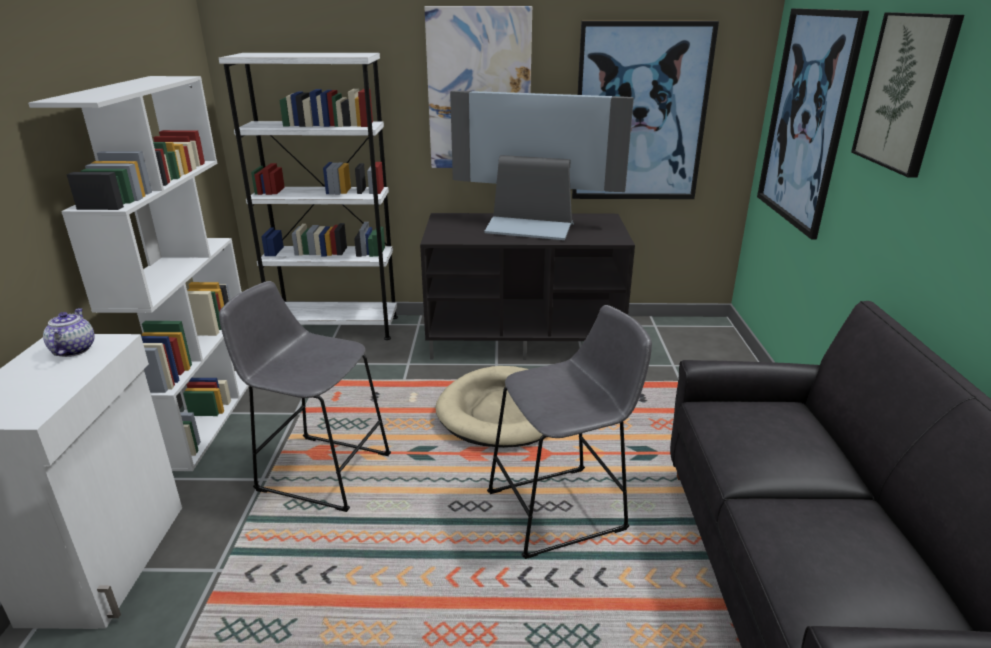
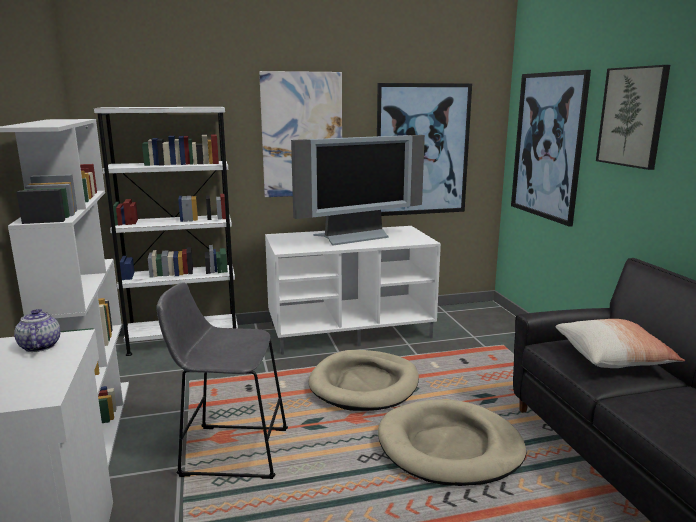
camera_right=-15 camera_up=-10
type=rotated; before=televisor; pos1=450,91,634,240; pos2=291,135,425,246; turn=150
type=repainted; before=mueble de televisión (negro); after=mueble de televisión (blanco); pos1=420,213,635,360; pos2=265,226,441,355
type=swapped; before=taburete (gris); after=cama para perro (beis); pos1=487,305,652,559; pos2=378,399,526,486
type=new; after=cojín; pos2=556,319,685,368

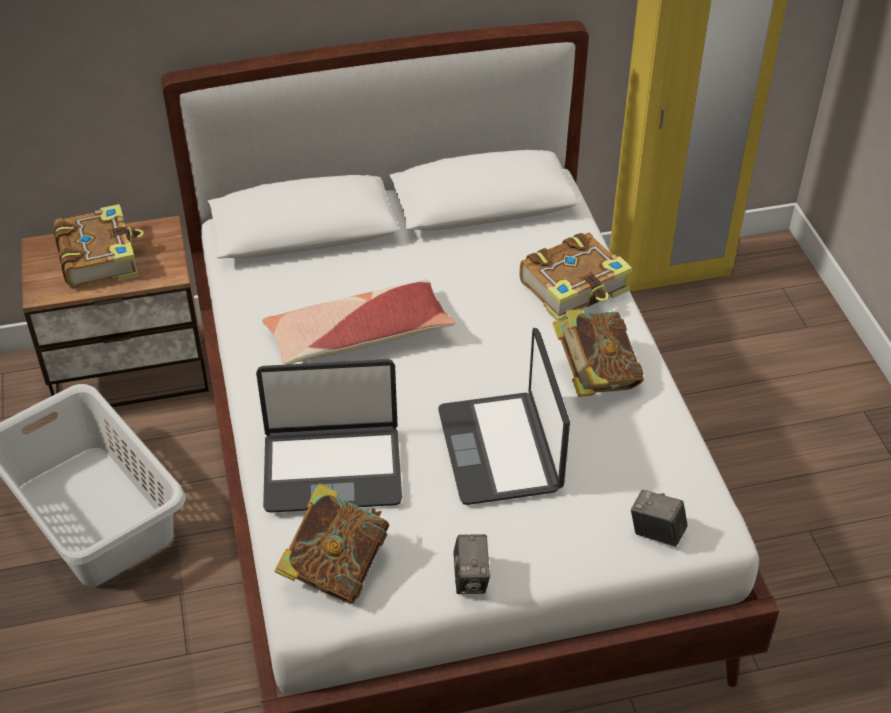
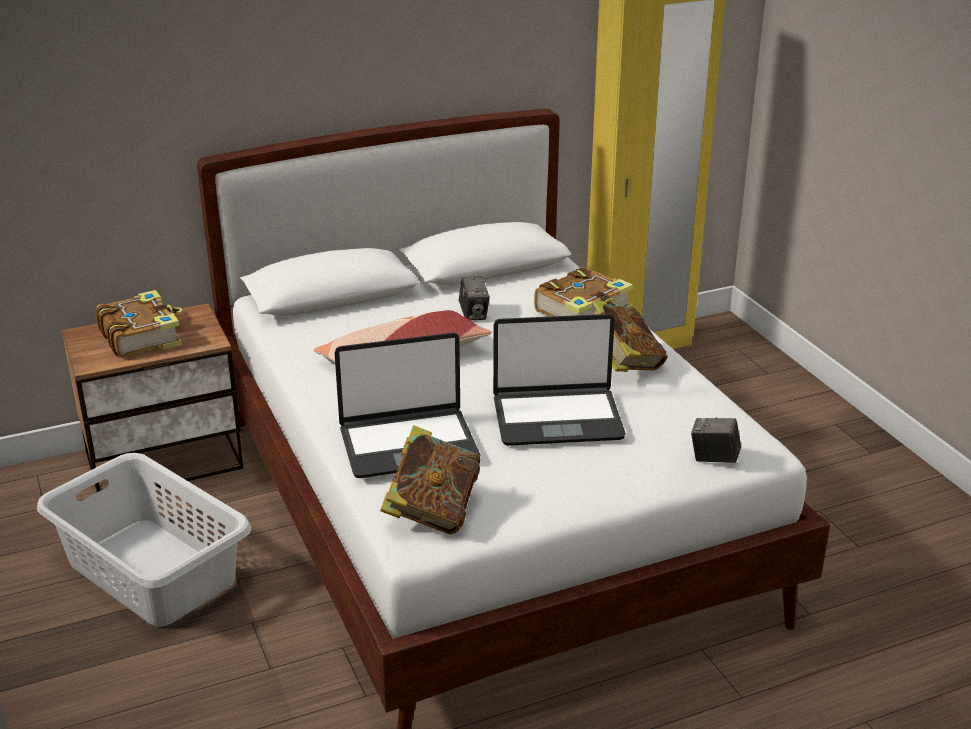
camera_right=-10 camera_up=-15
type=rotated; before=portátil; pos1=438,328,570,505; pos2=493,314,626,446; turn=-75
type=shifted; before=cámara; pos1=453,535,490,595; pos2=459,277,490,320

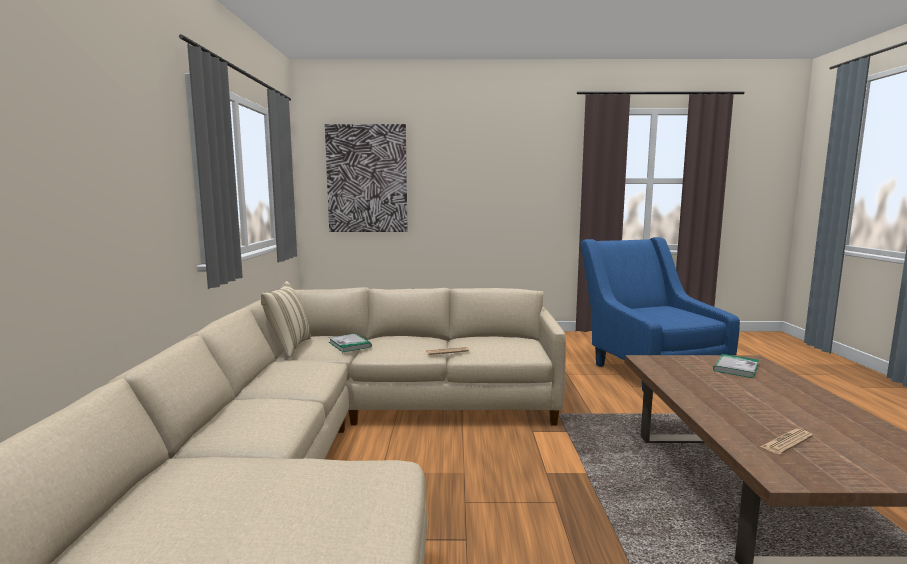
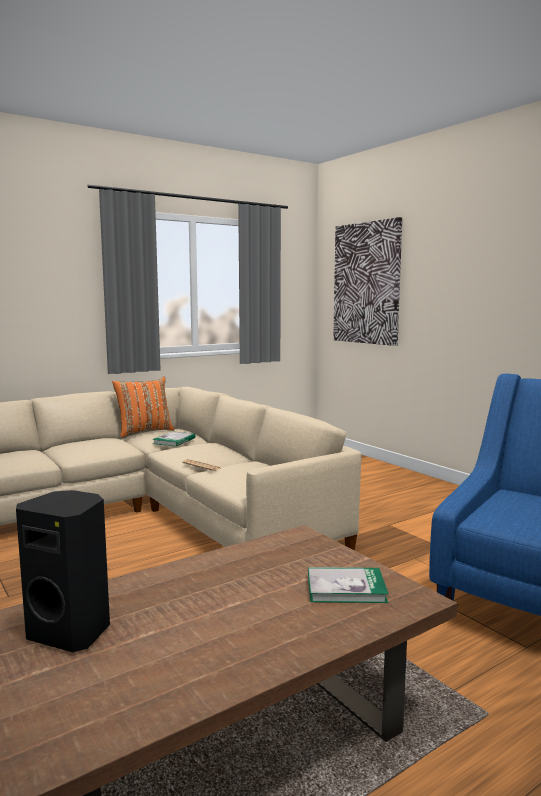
camera_right=55 camera_up=0
type=repainted; before=cojín (beis); after=cojín (naranja); pos1=261,281,311,358; pos2=112,377,174,438
type=swapped; before=periódico; after=altavoz (negro); pos1=760,429,813,454; pos2=16,490,110,652

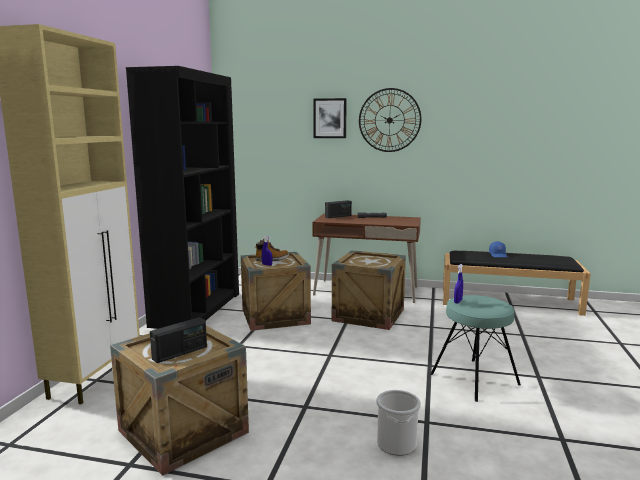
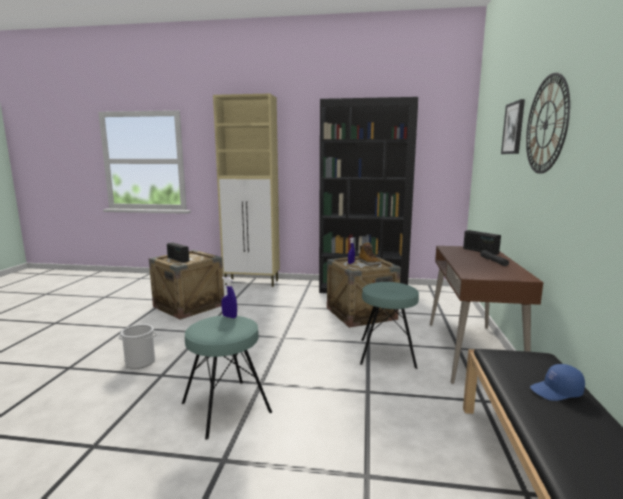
camera_right=85 camera_up=0
type=swapped; before=caja de embalaje; after=taburete (turquesa); pos1=332,250,406,330; pos2=360,282,419,369

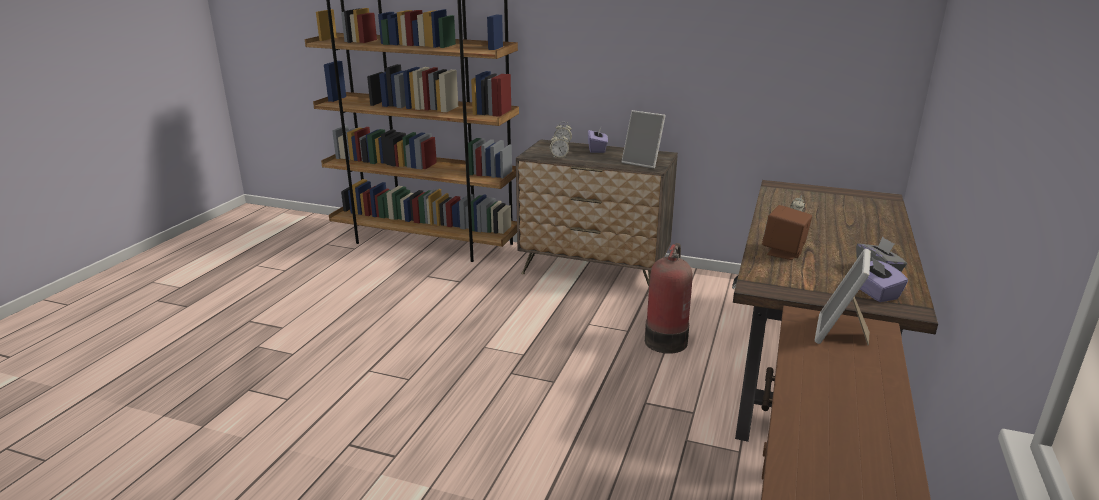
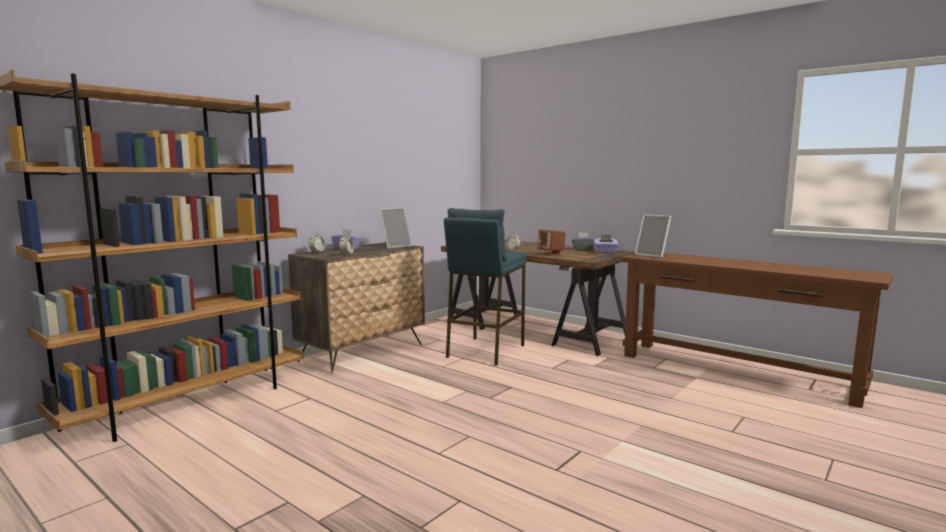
camera_right=-70 camera_up=-15
type=swapped; before=extintor; after=taburete (azul); pos1=645,243,692,354; pos2=444,208,527,366

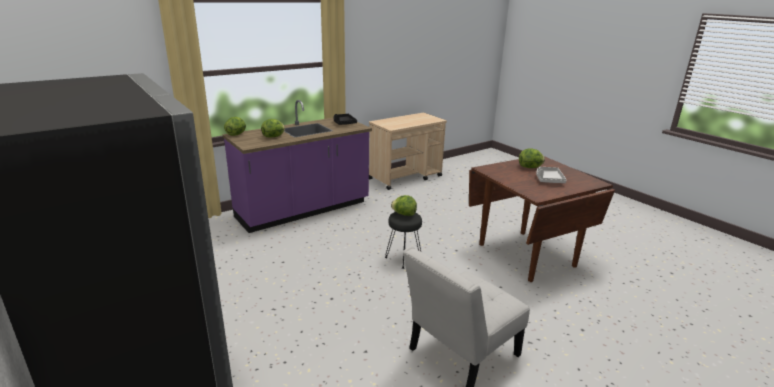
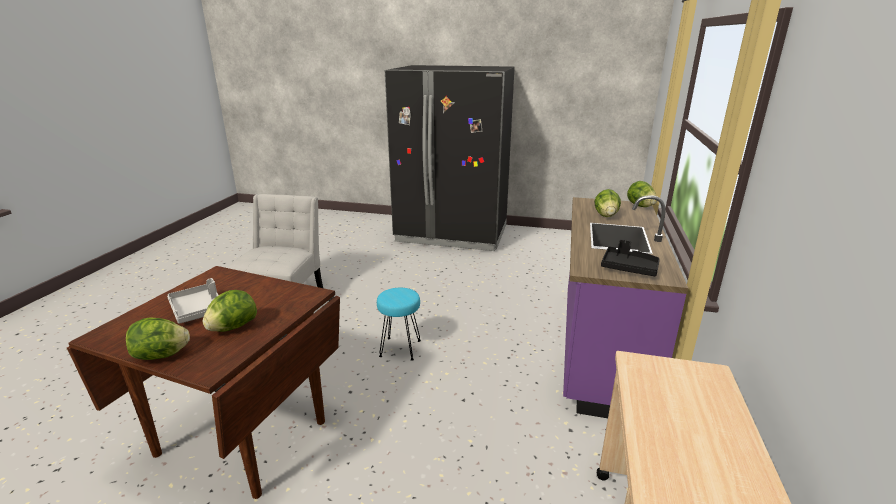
camera_right=140 camera_up=0
type=shifted; before=lechuga; pos1=391,195,417,216; pos2=126,317,190,360
type=repainted; before=taburete (negro); after=taburete (turquesa); pos1=385,212,422,269; pos2=377,288,421,361

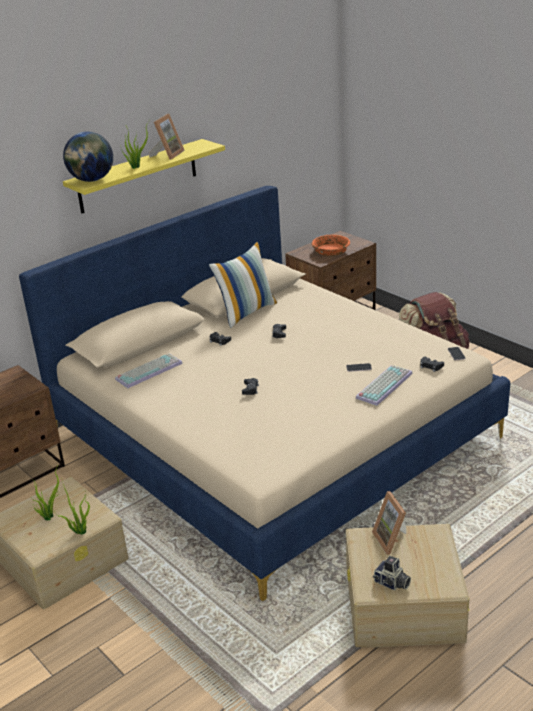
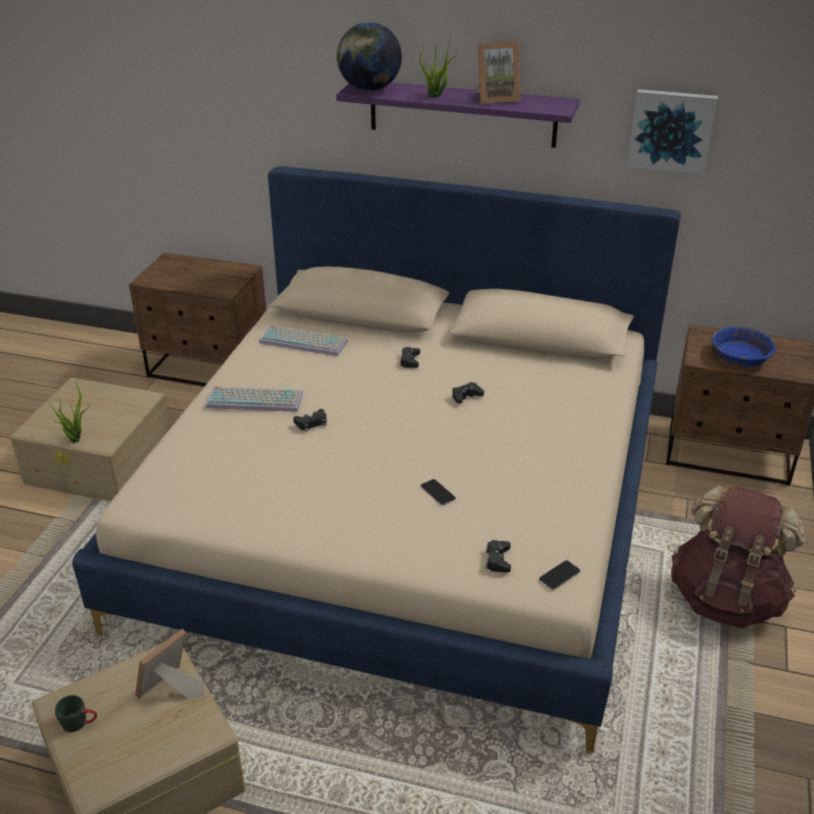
camera_right=55 camera_up=5
type=repainted; before=estante (amarillo); after=estante (morado); pos1=63,139,225,214; pos2=336,82,579,148
type=repainted; before=cuenco (naranja); after=cuenco (azul); pos1=312,235,350,256; pos2=712,327,776,367
type=gone; before=cojín; pos1=209,242,277,328
type=shifted; before=teclado; pos1=356,365,413,406; pos2=206,386,303,412
type=gone; before=planta en maceta; pos1=31,464,59,521
type=swapped; before=cámara; after=taza grande (verde); pos1=373,556,411,591; pos2=55,695,97,732
type=new; after=cuadro; pos2=627,89,718,175

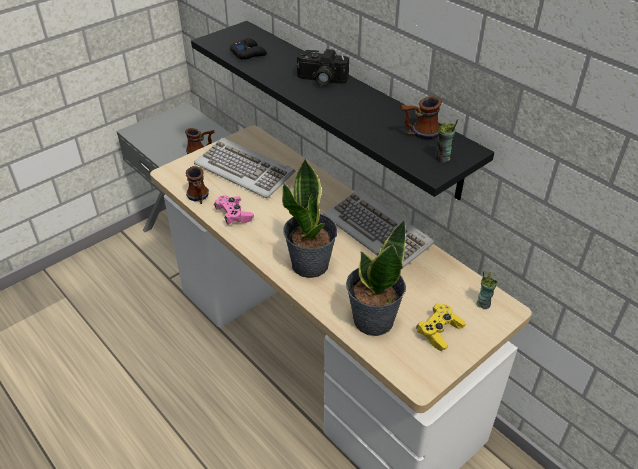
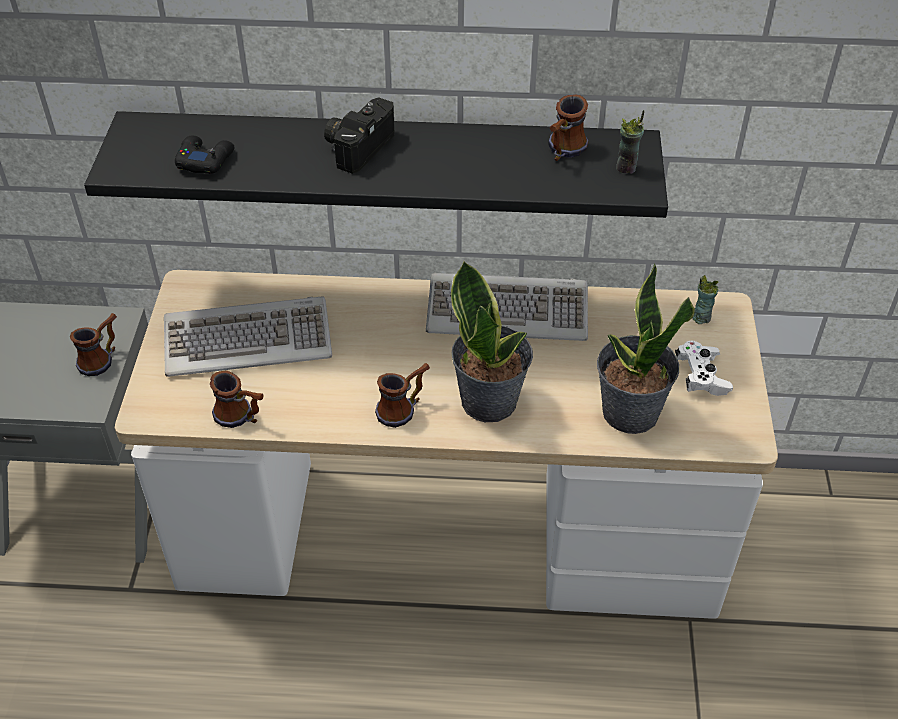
camera_right=-45 camera_up=5
type=rotated; before=cámara; pos1=297,49,349,86; pos2=324,97,395,174; turn=150
type=gone; before=mando de consola (rosa); pos1=214,195,254,225
type=repainted; before=mando de consola (amarillo); after=mando de consola (blanco); pos1=416,303,466,351; pos2=675,341,733,396
type=new; after=taza grande; pos2=375,363,430,428

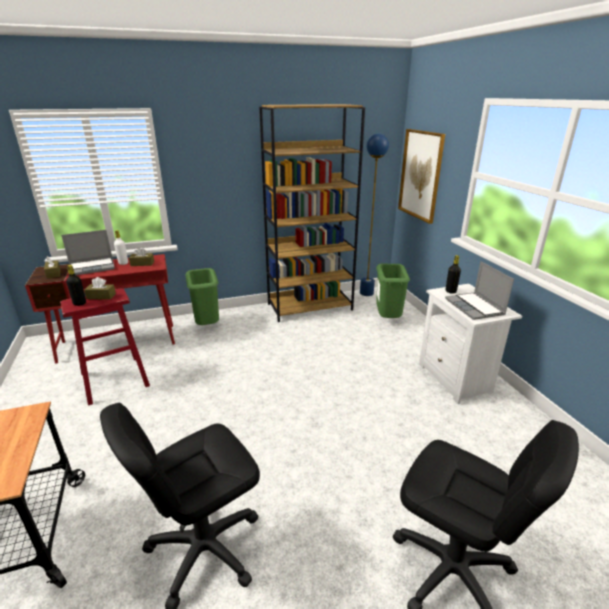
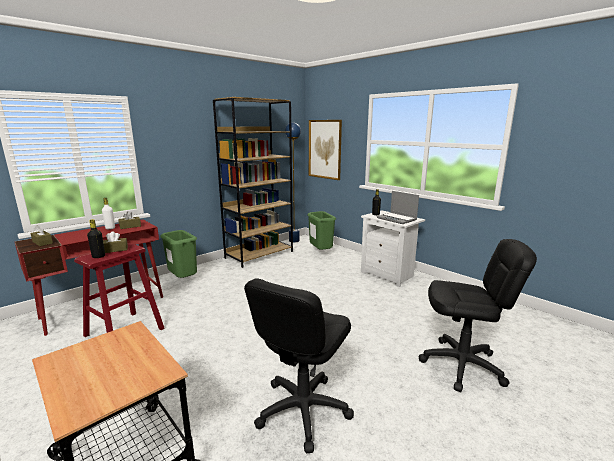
camera_right=-25 camera_up=-10
type=gone; before=portátil; pos1=61,230,115,275

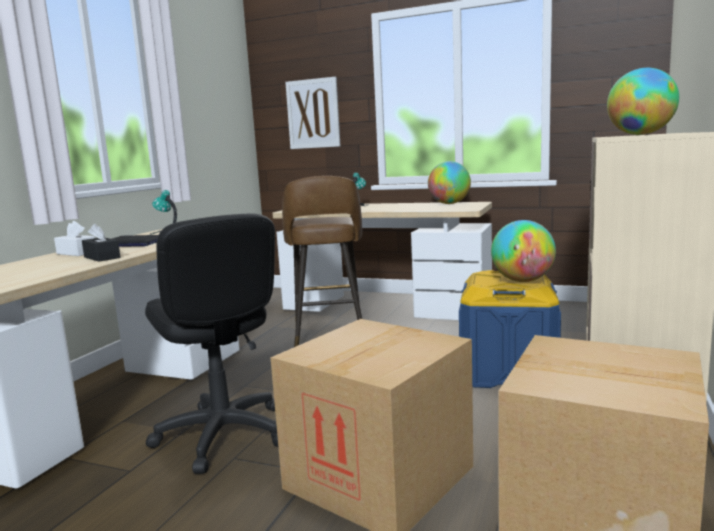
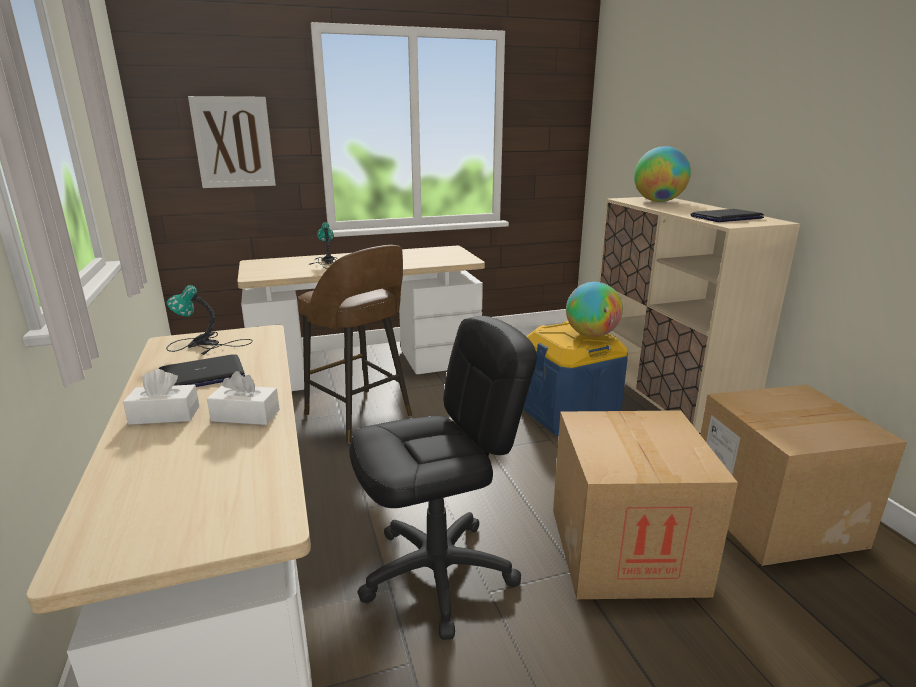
camera_right=-40 camera_up=10
type=gone; before=globo terráqueo; pos1=428,161,471,204
type=rotated; before=silla de oficina (negro); pos1=145,214,278,474; pos2=349,316,537,640; turn=-45
type=repainted; before=caja de pañuelos (negro); after=caja de pañuelos (blanco); pos1=82,223,121,262; pos2=207,371,280,425
type=new; after=portátil; pos2=690,209,764,222

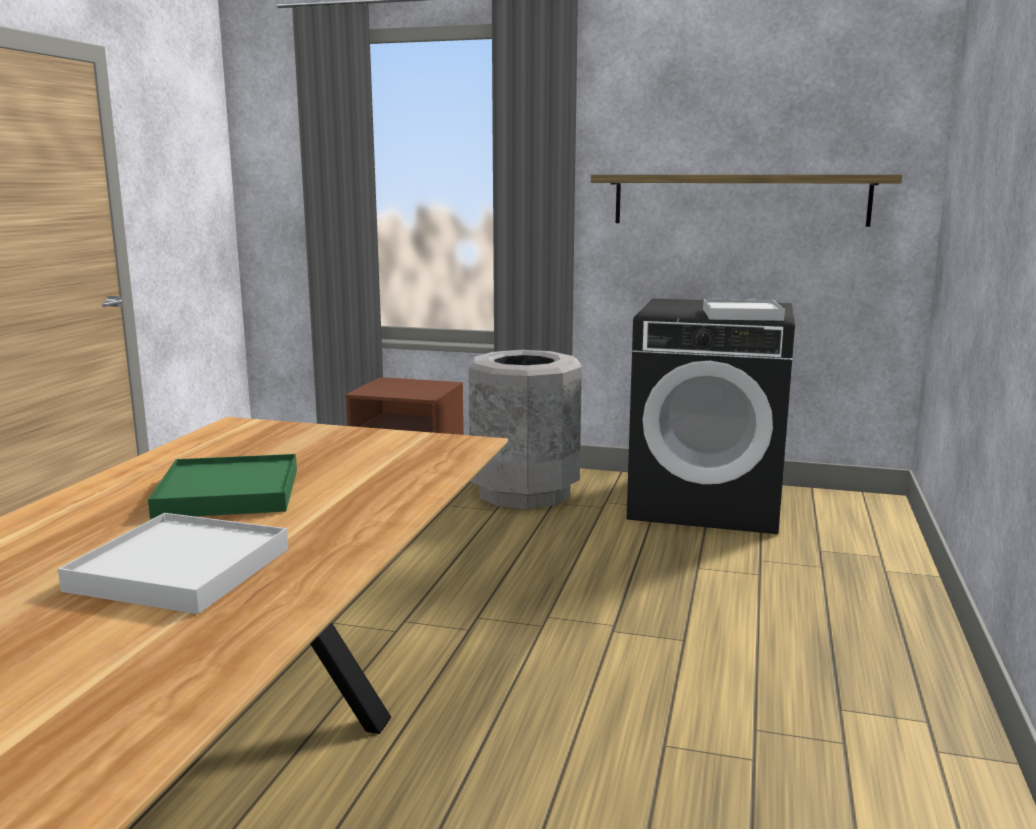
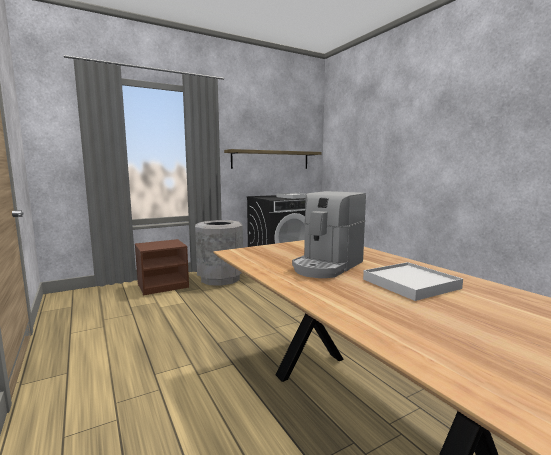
camera_right=-45 camera_up=-5
type=swapped; before=bandeja (verde); after=cafetera; pos1=148,454,297,519; pos2=292,191,366,278

